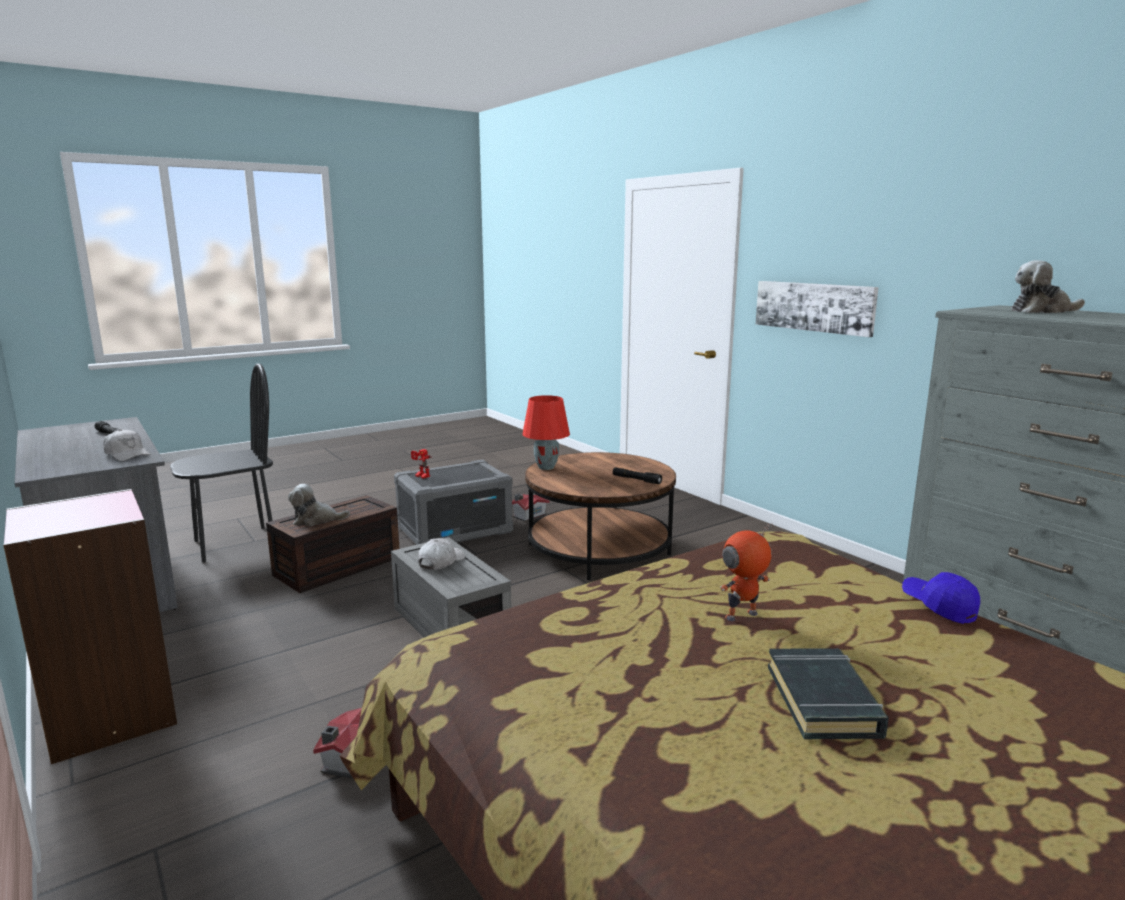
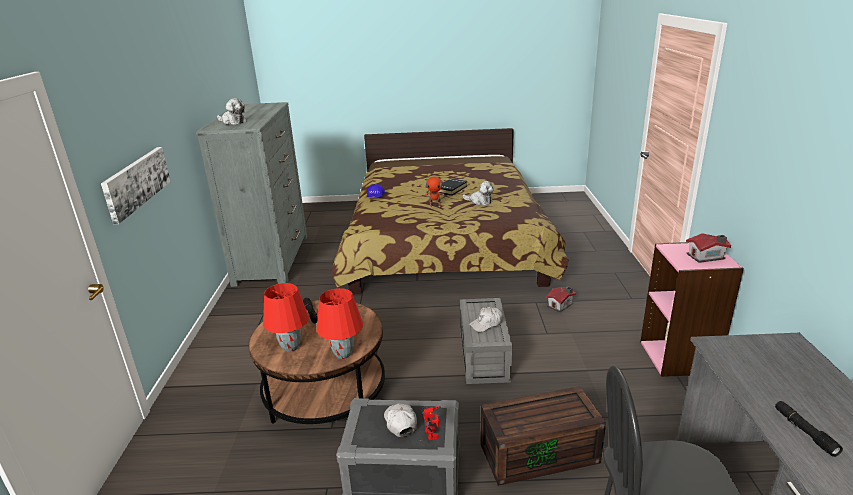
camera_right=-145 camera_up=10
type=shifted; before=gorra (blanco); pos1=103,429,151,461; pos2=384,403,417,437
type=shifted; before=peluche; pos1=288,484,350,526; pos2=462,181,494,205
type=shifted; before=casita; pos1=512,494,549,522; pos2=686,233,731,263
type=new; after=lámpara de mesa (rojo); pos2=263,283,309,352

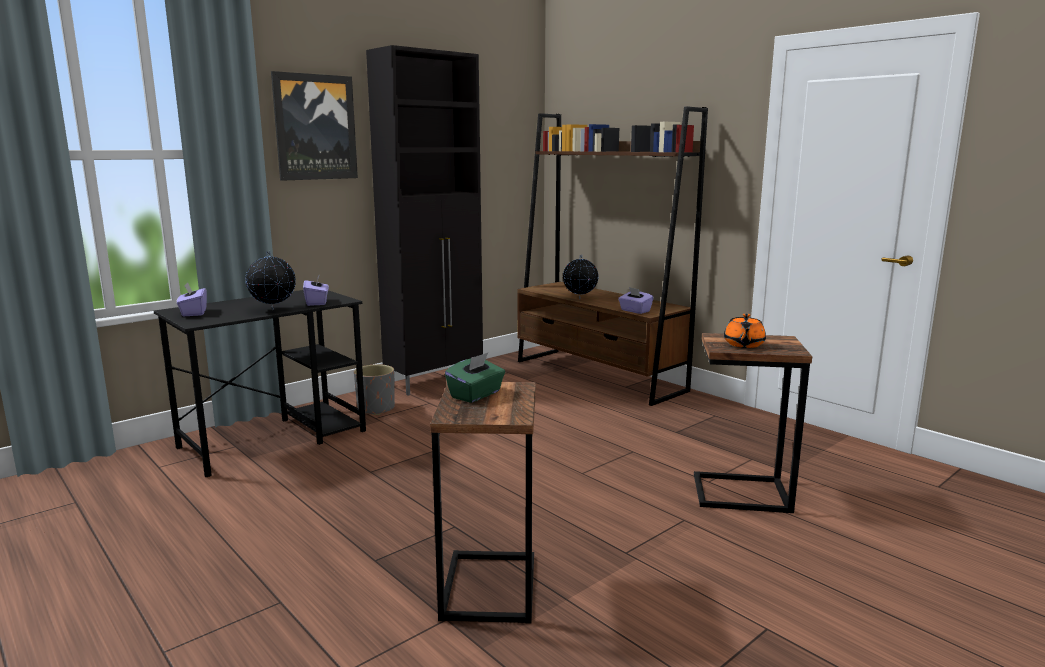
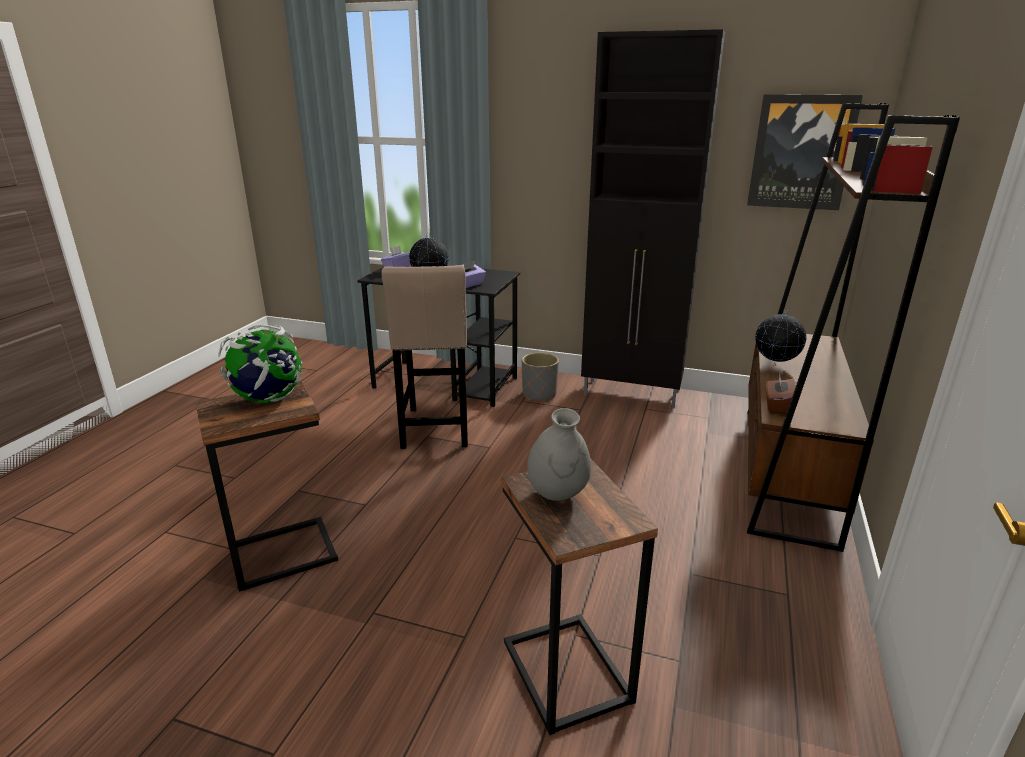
camera_right=60 camera_up=10
type=shifted; before=cuadro; pos1=271,71,358,181; pos2=747,94,863,210
type=repainted; before=caja de pañuelos (morado); after=caja de pañuelos (marrón); pos1=618,287,654,314; pos2=766,372,797,415
type=swapped; before=tetera (naranja); after=florero (gris); pos1=724,314,766,348; pos2=527,408,591,501
type=swapped; before=caja de pañuelos (verde); after=globo terráqueo; pos1=445,353,505,403; pos2=218,325,303,403
type=new; after=taburete (beis); pos2=381,265,468,449

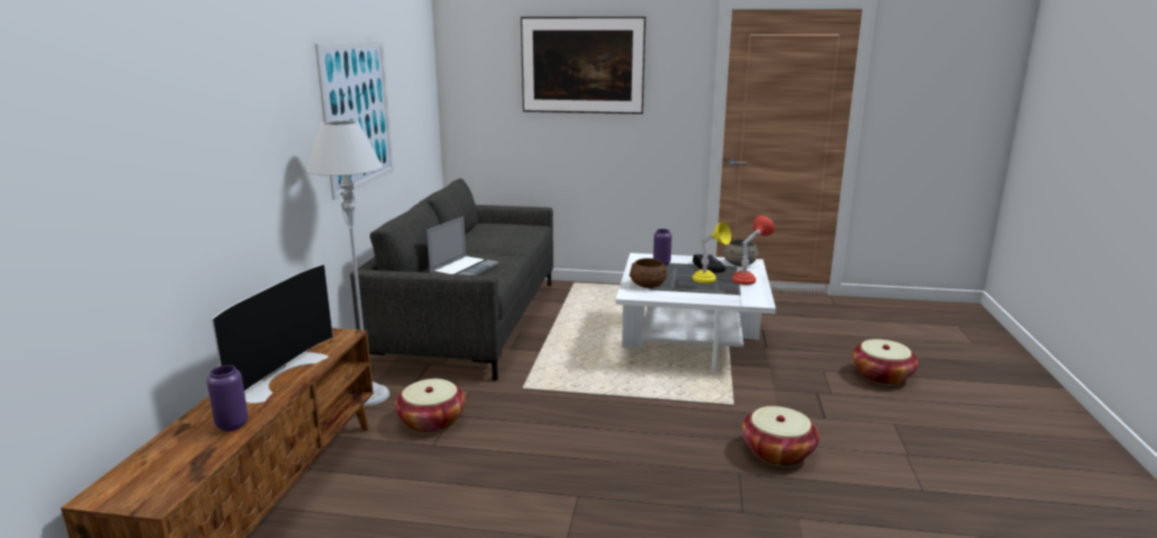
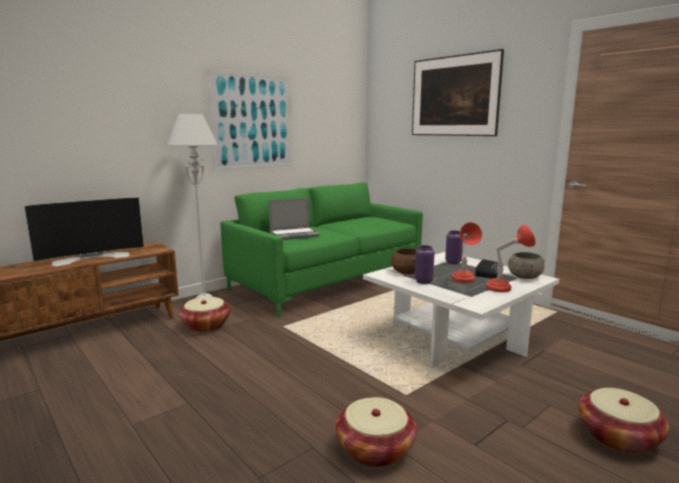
camera_right=40 camera_up=-5
type=repainted; before=sofá (gris); after=sofá (verde); pos1=350,178,553,381; pos2=220,183,423,317
type=repainted; before=lámpara de mesa (amarillo); after=lámpara de mesa (rojo); pos1=692,222,731,284; pos2=452,222,482,283
type=shifted; before=florero (morado); pos1=207,365,248,431; pos2=415,245,435,284

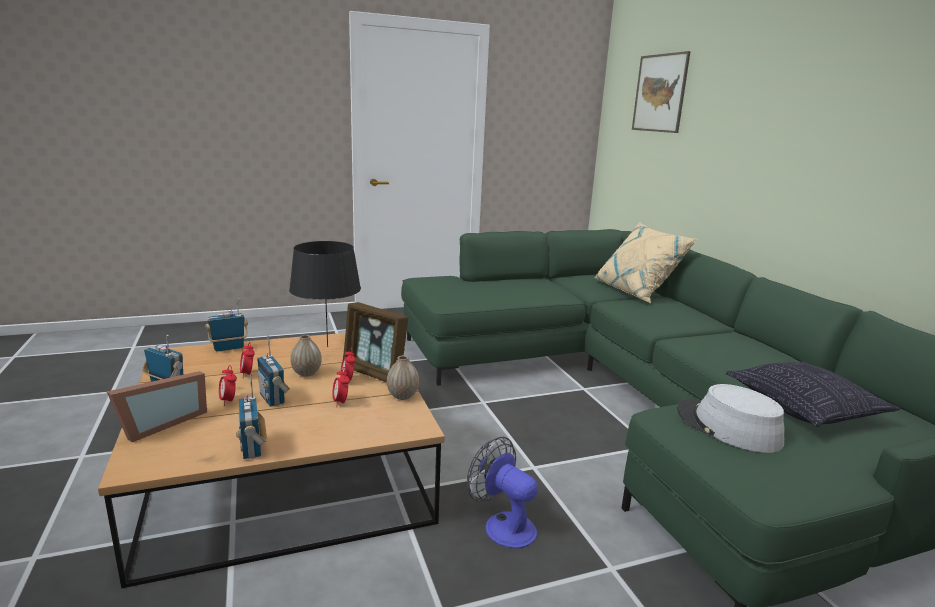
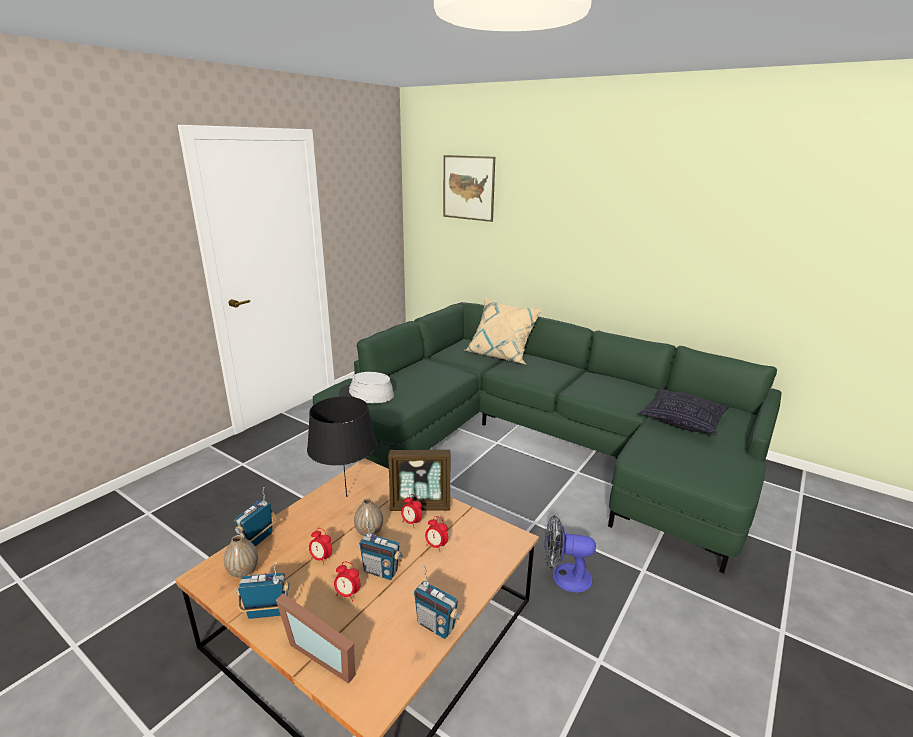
camera_right=-35 camera_up=5
type=shifted; before=florero; pos1=387,355,419,400; pos2=223,535,258,577
type=rotated; before=portarretratos; pos1=107,371,207,442; pos2=276,593,355,684; turn=120
type=shifted; before=sombrero (gris); pos1=677,384,785,453; pos2=339,372,394,403

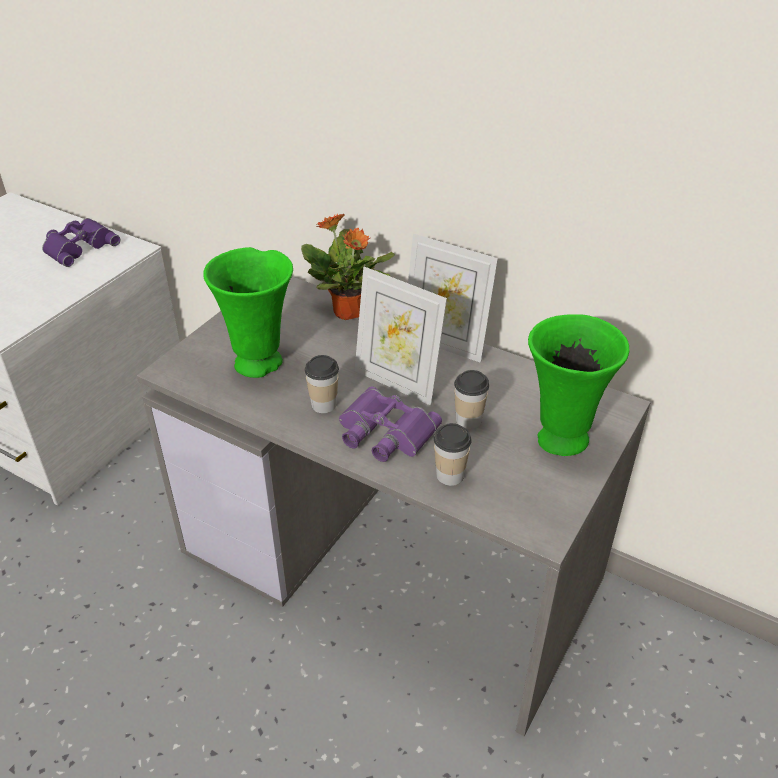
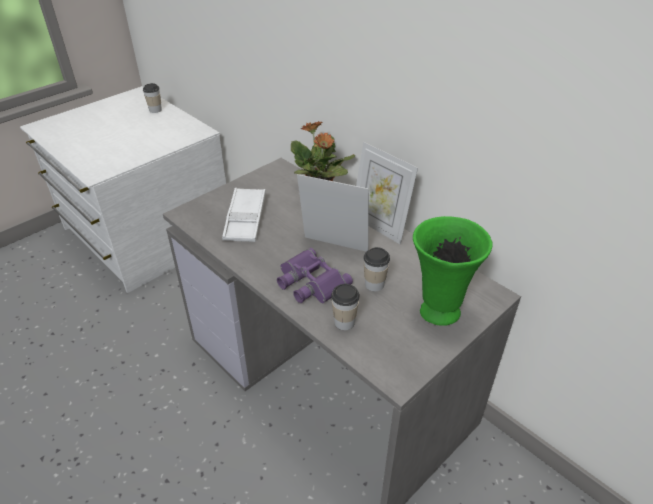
camera_right=15 camera_up=0
type=gone; before=prismáticos (morado); pos1=42,218,120,267
type=swapped; before=florero (verde); after=bandeja (blanco); pos1=203,247,293,378; pos2=222,188,266,242
type=rotated; before=portarretratos; pos1=355,267,447,406; pos2=297,174,369,252; turn=150
type=shifted; before=taza; pos1=304,355,339,413; pos2=143,83,162,113

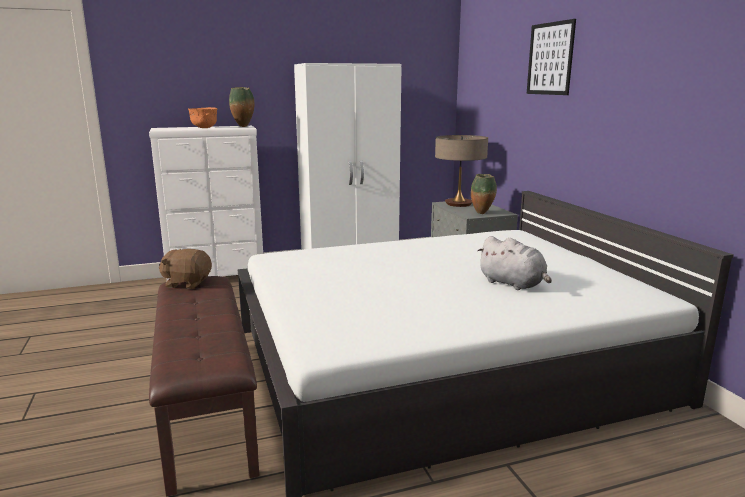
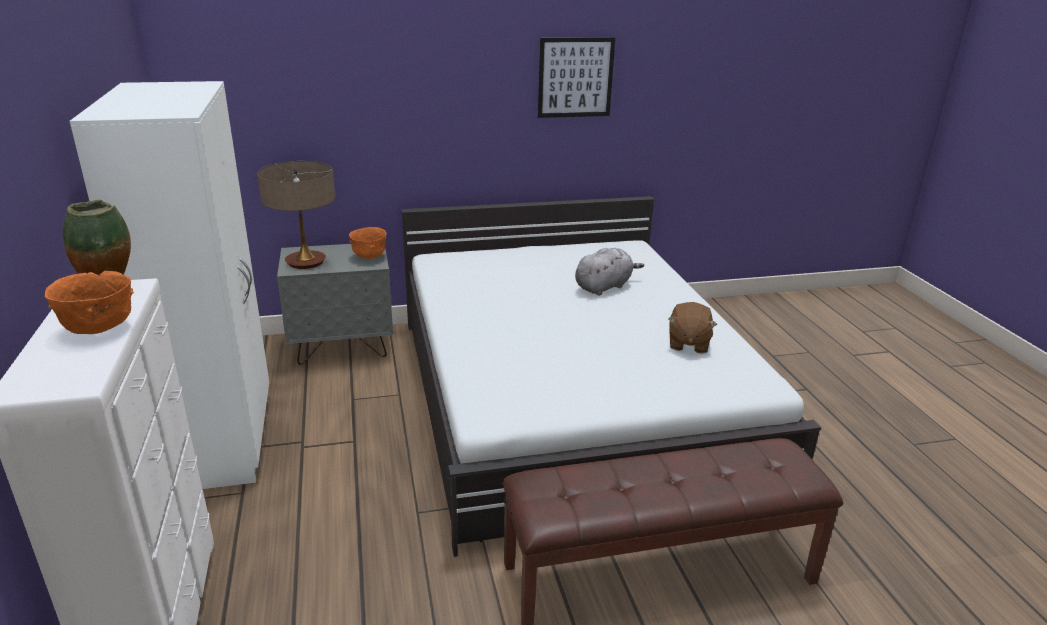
camera_right=-85 camera_up=10
type=shifted; before=cuadro; pos1=527,19,576,95; pos2=538,37,615,118
type=swapped; before=florero; after=cuenco (naranja); pos1=471,174,497,214; pos2=349,227,386,259
type=shifted; before=peluche (marrón); pos1=159,249,212,289; pos2=669,302,717,354

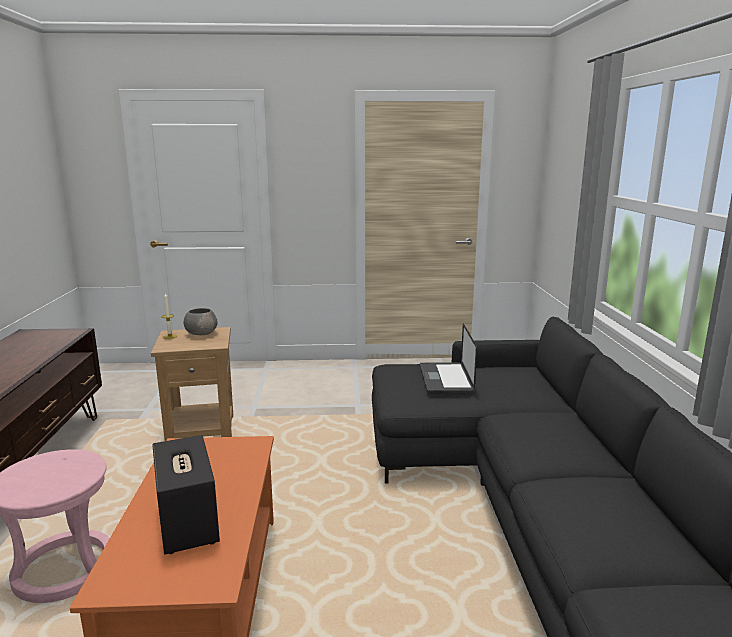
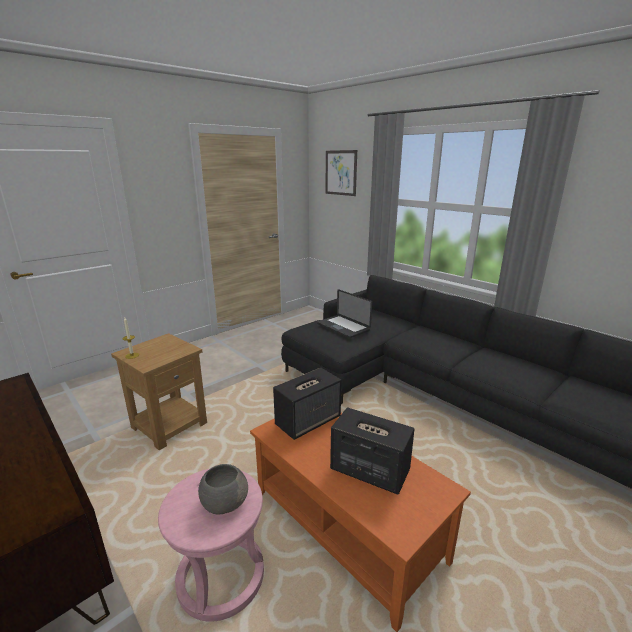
camera_right=-40 camera_up=5
type=shifted; before=cuenco (gris); pos1=184,308,218,335; pos2=198,464,248,515
type=new; after=cuadro; pos2=325,150,357,196
type=new; after=altavoz; pos2=273,368,342,440

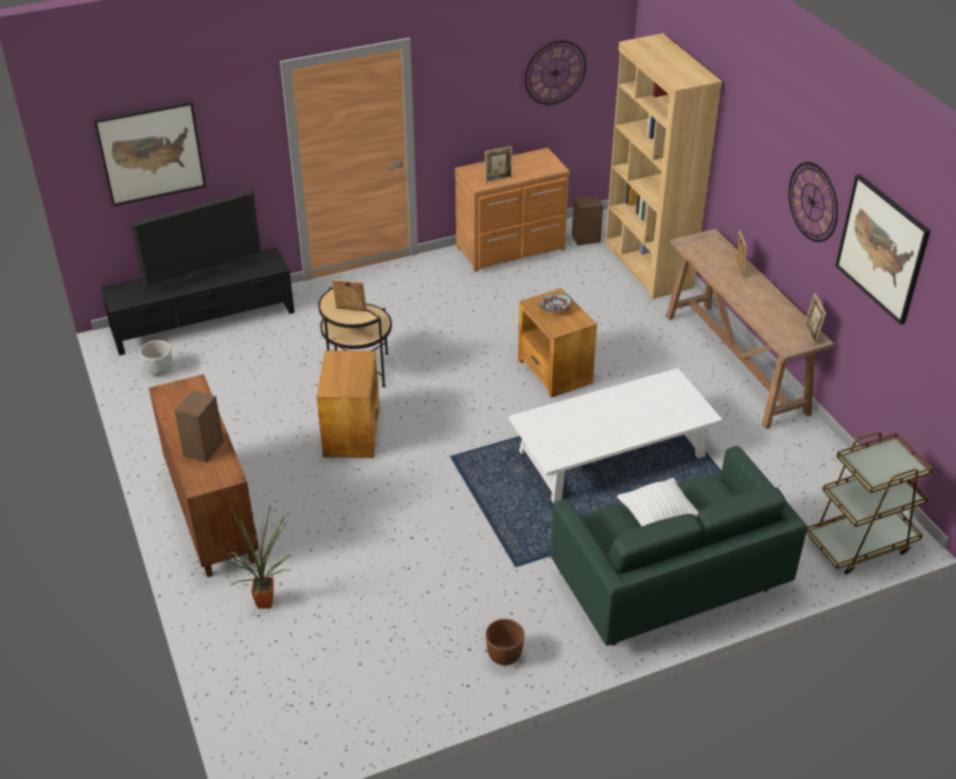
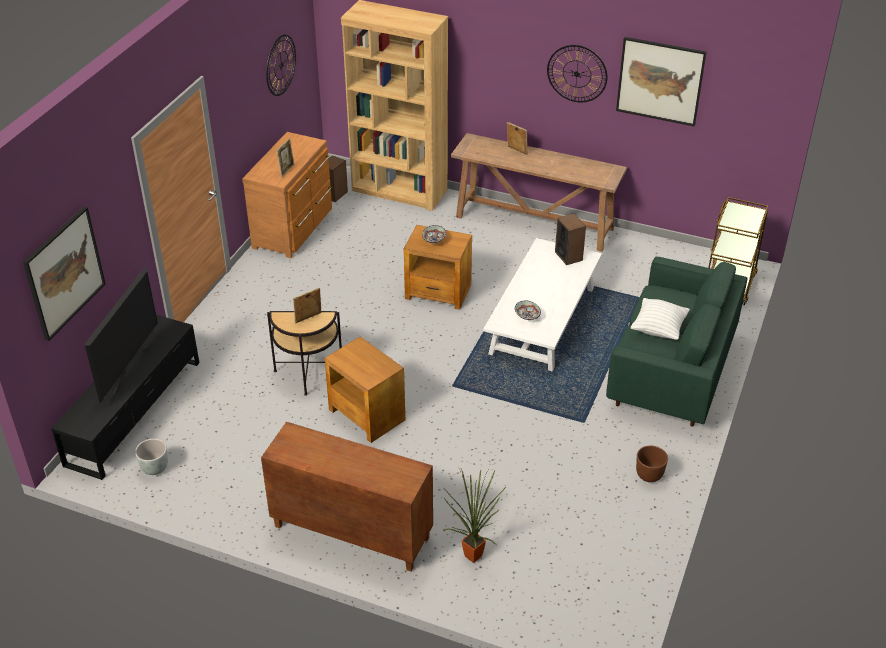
camera_right=-45 camera_up=0
type=gone; before=portarretratos; pos1=804,293,826,344
type=shifted; before=altavoz; pos1=174,390,224,463; pos2=555,213,586,265
type=new; after=cuenco; pos2=515,300,541,320

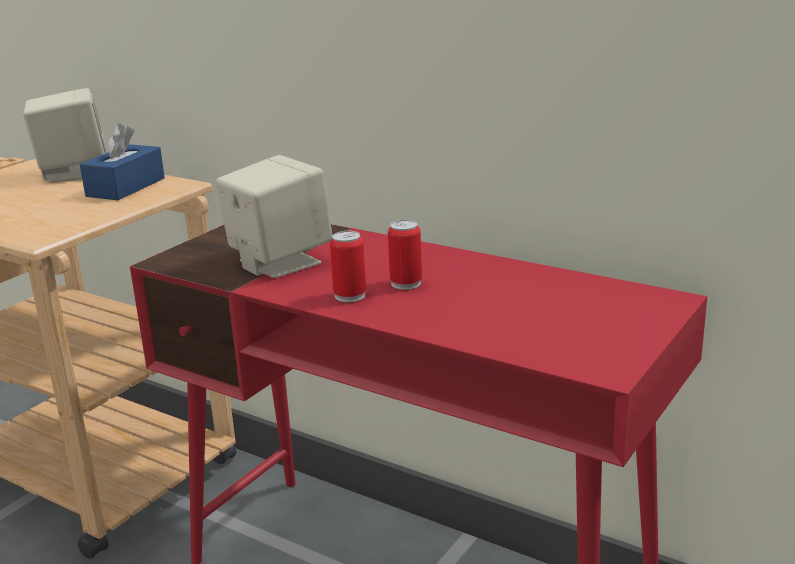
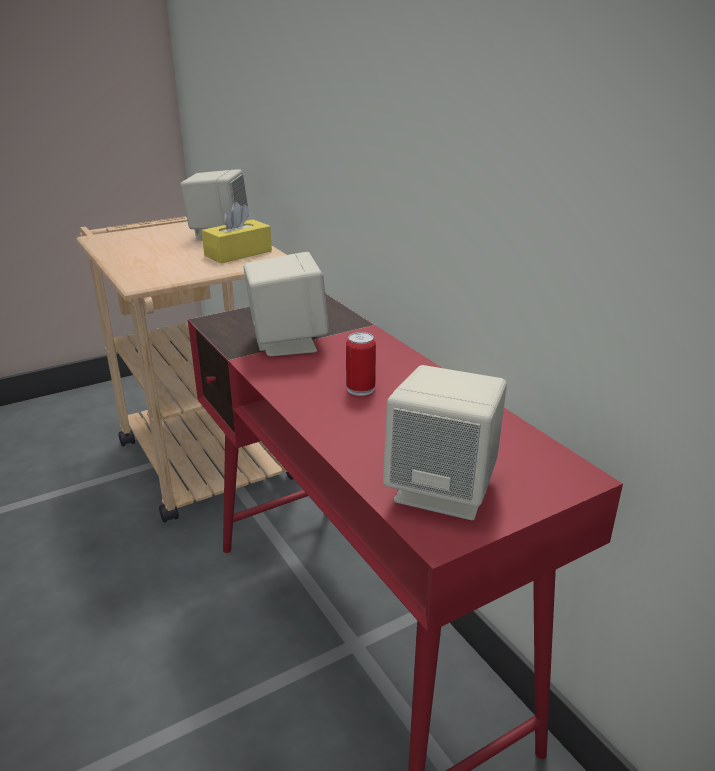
camera_right=25 camera_up=5
type=repainted; before=caja de pañuelos (azul); after=caja de pañuelos (amarillo); pos1=80,123,165,200; pos2=202,202,272,263
type=gone; before=lata; pos1=330,231,366,302
type=new; after=altavoz (beis); pos2=383,365,507,520

